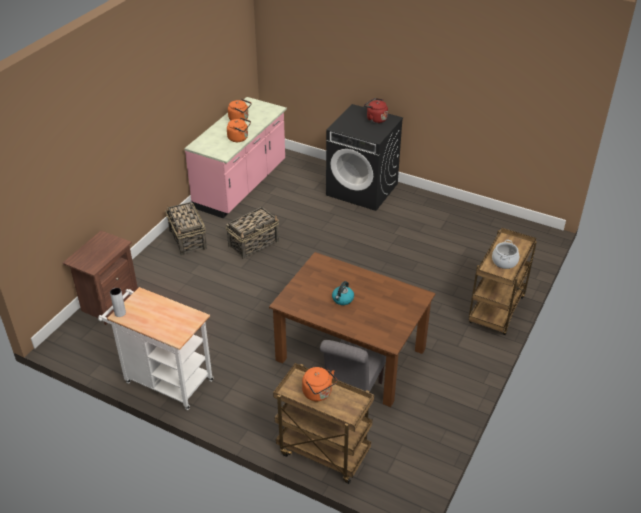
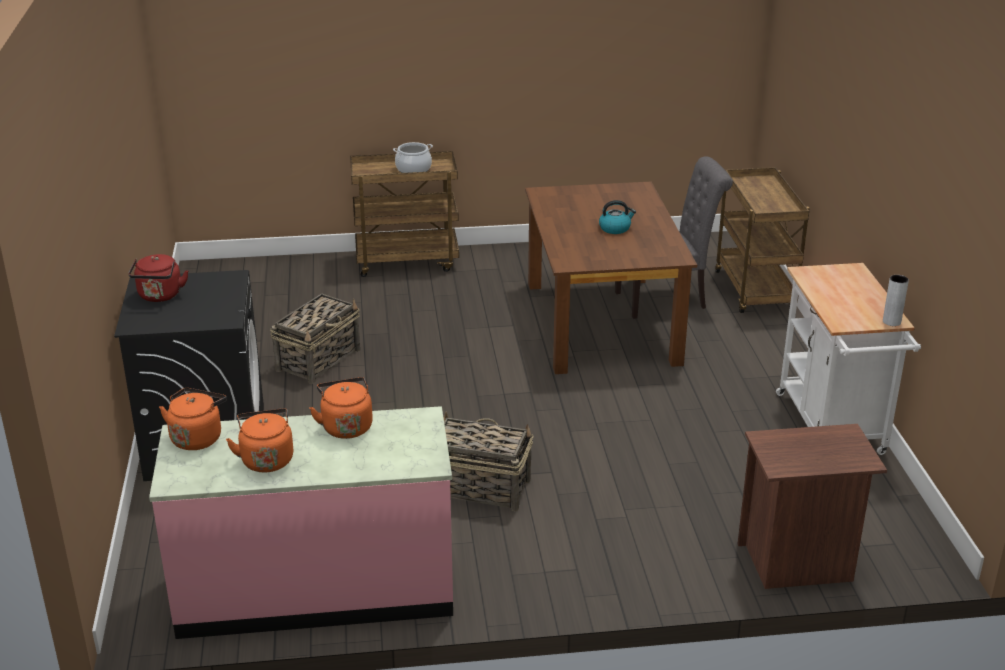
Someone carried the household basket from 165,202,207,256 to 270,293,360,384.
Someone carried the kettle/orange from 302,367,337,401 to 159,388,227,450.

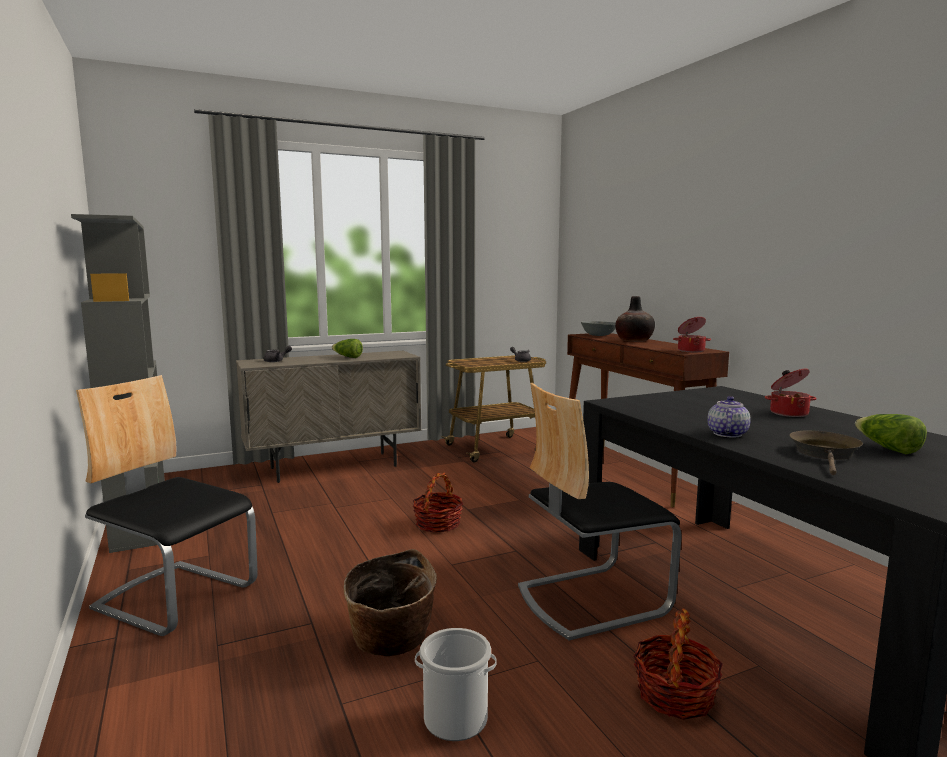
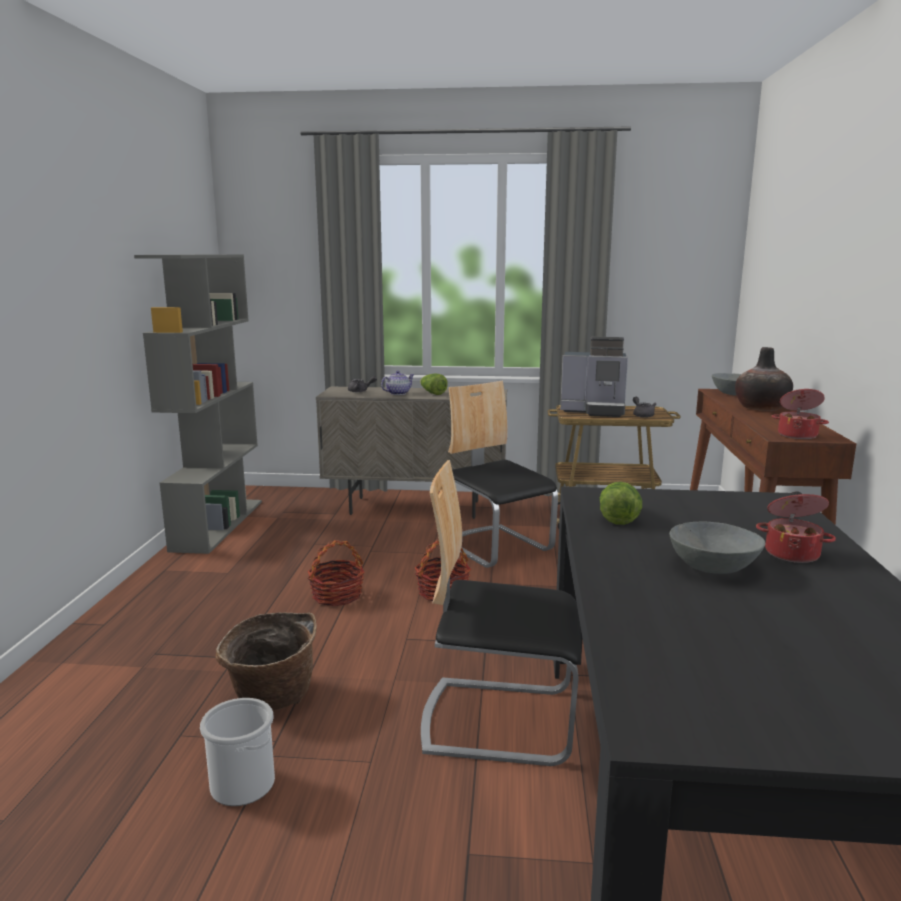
Someone carried the plain chair from 76,375,258,636 to 448,381,558,568.
Someone carried the tea pot from 707,396,751,438 to 381,370,414,395.
Someone carried the lettuce head from 855,414,927,454 to 600,482,642,525.
Someone took away the frying pan/brown at 790,430,863,475.
Someone carried the household basket from 633,609,723,720 to 307,540,365,606.
Someone put down the coffee maker at 560,337,628,417.
Someone put down the serving bowl/grey at 669,522,765,574.

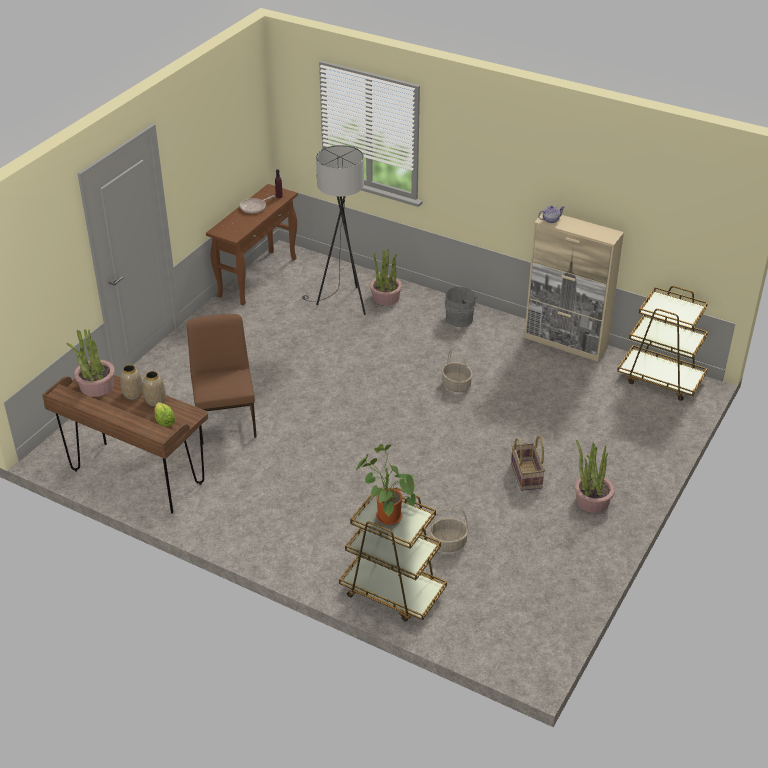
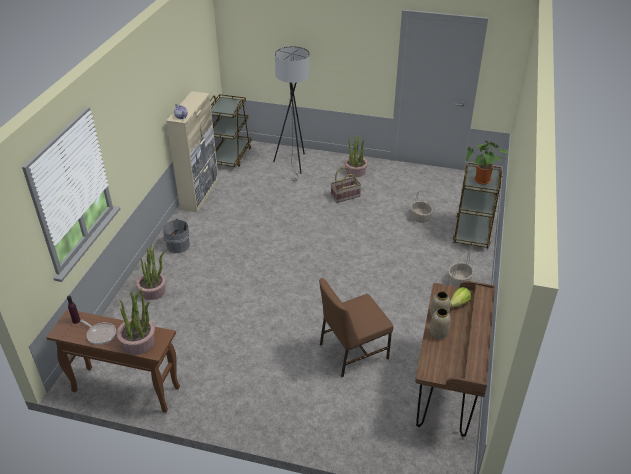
Someone carried the floor lamp/grey from 302,145,366,315 to 273,46,310,181.
Someone carried the houseplant from 67,329,115,397 to 116,288,155,354.
Someone carried the household basket from 442,348,473,392 to 448,252,474,287.

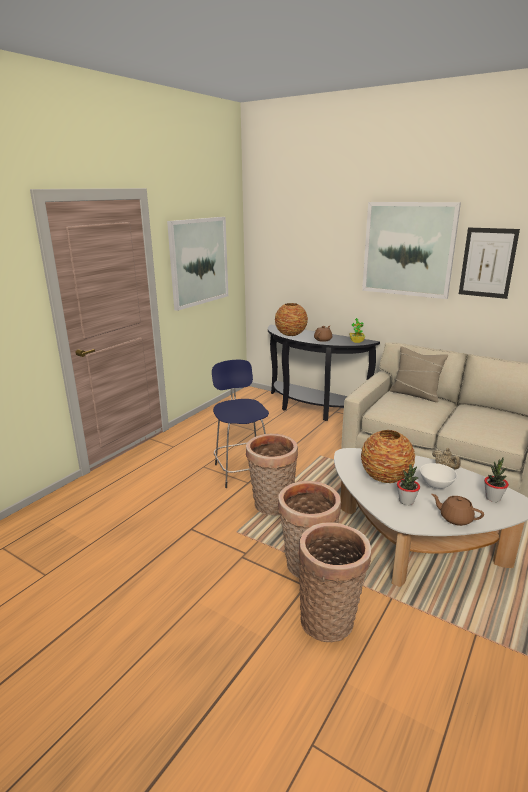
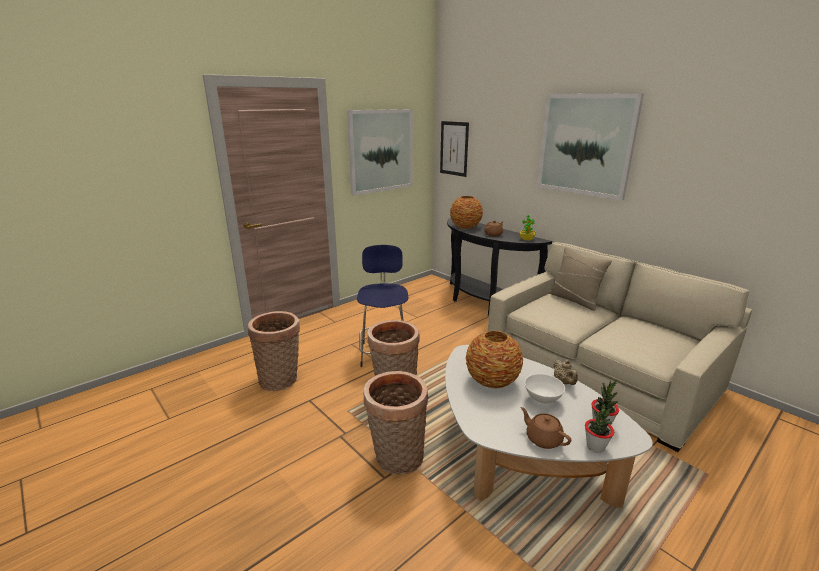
Someone carried the wall picture from 459,227,520,299 to 440,121,469,177.
Someone carried the houseplant from 397,464,420,505 to 585,404,614,453.
Someone carried the household basket from 298,522,371,642 to 248,311,300,391.

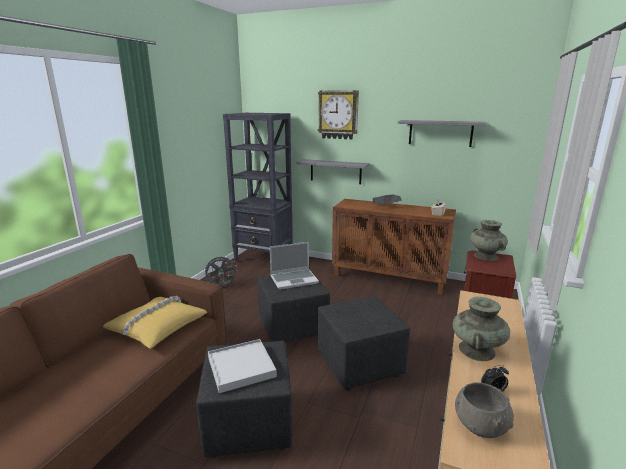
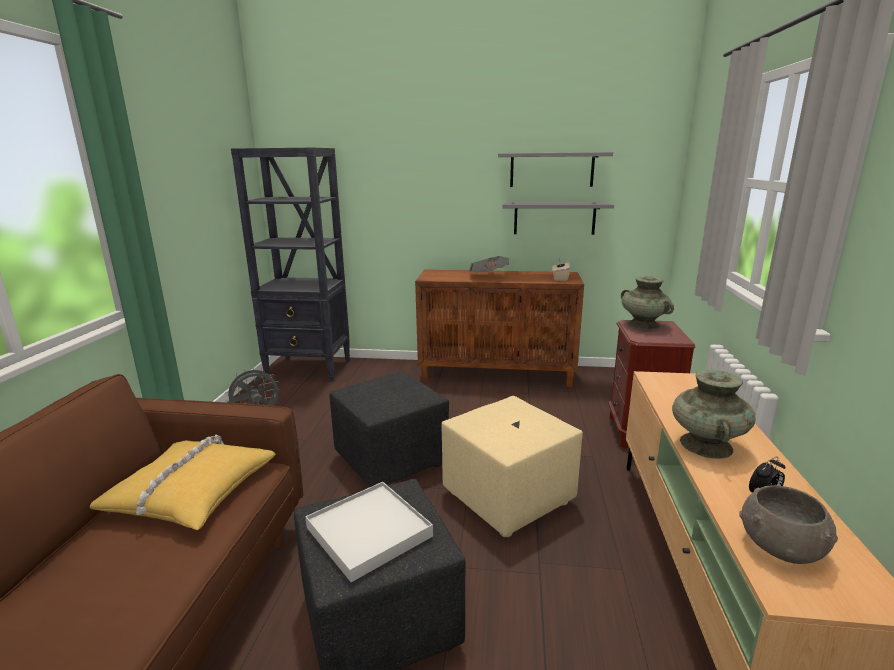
Someone took away the hanging clock at 318,90,359,140.
Someone carried the bracket shelf/grey from 297,159,370,184 to 502,202,614,235.
Someone took away the laptop at 270,242,319,290.
Someone repainted the footrest/blackish at 318,296,410,391, which became the footrest/sand-coloured at 441,396,583,537.

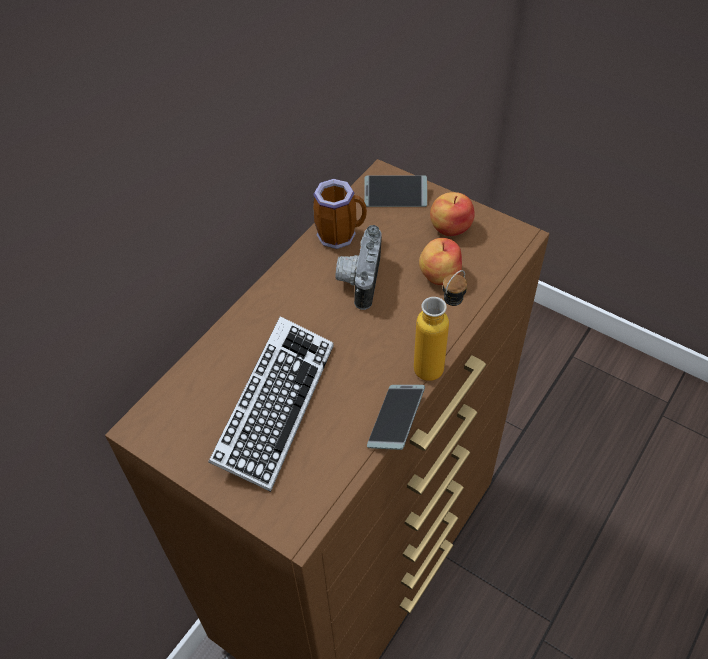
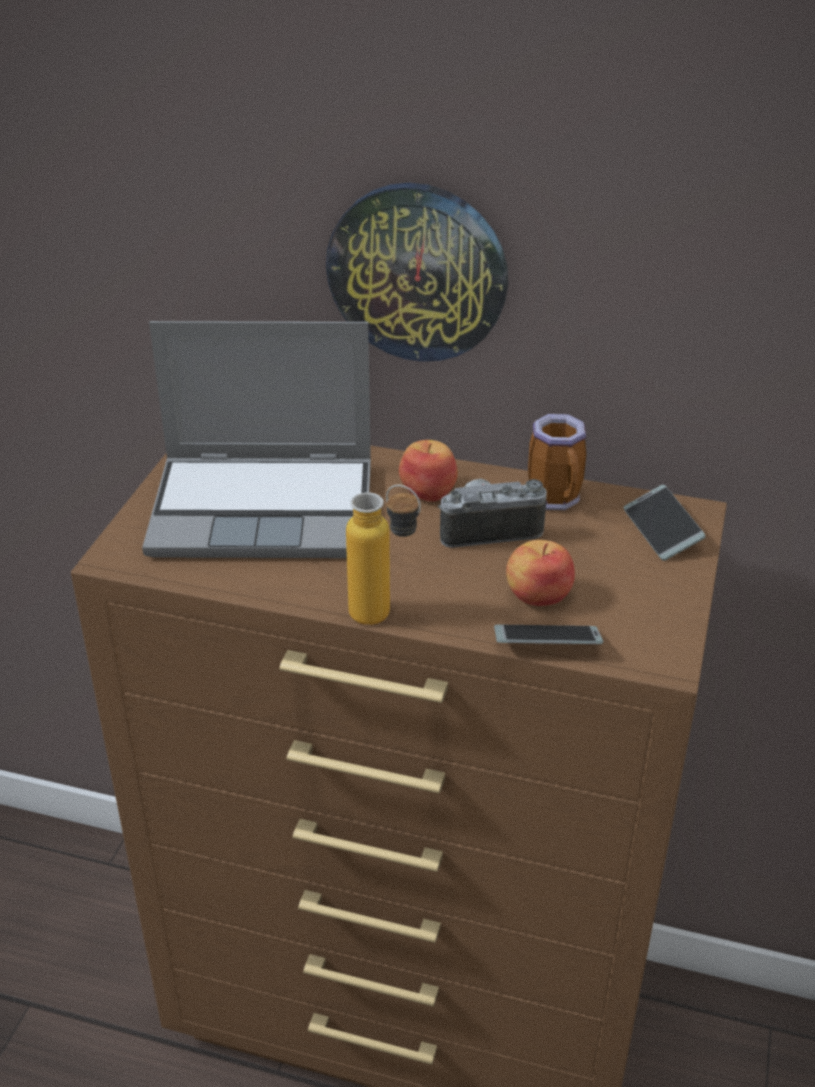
Someone carried the whole apple from 430,192,475,236 to 399,440,458,502.
Someone swapped the PC keyboard at 208,316,333,492 for the laptop at 142,321,371,558.
Someone carried the telephone from 367,385,425,450 to 494,625,603,644.
Someone put up the hanging clock at 326,183,508,362.

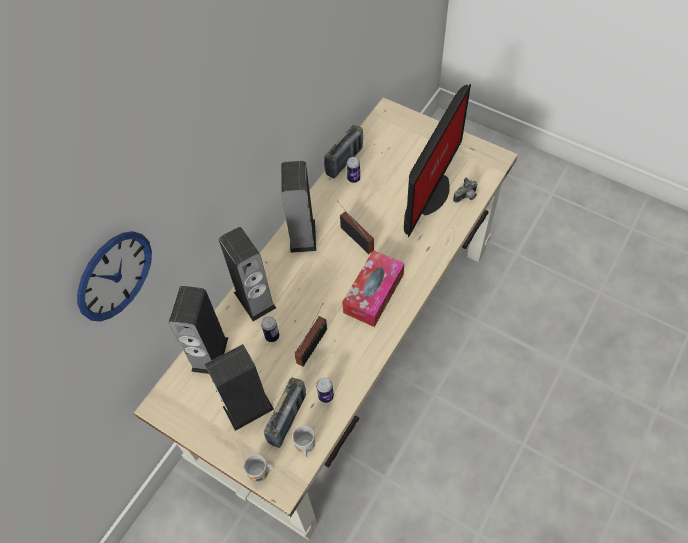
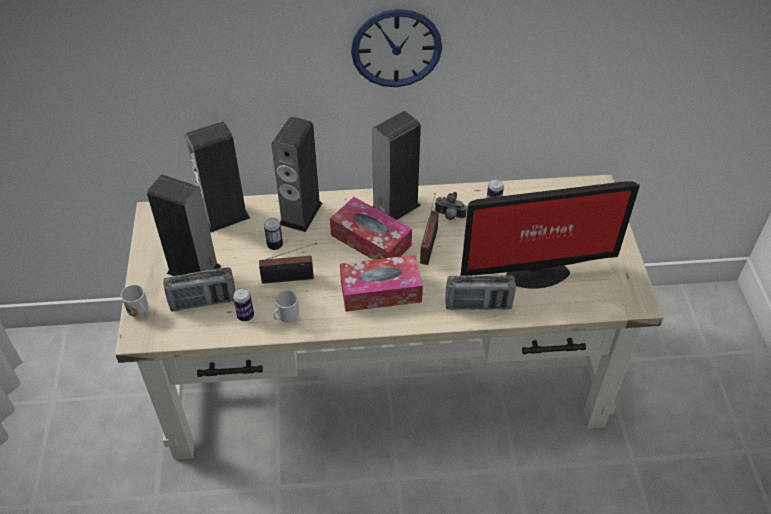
Someone carried the radio set from 324,125,363,178 to 445,275,516,310.
Someone carried the still camera from 453,177,478,203 to 435,192,467,220.
Someone carried the hanging clock from 77,231,152,322 to 351,9,442,87.
Someone carried the tea mug from 292,425,315,457 to 273,290,299,323.
Someone put down the tissue box at 330,197,412,260.

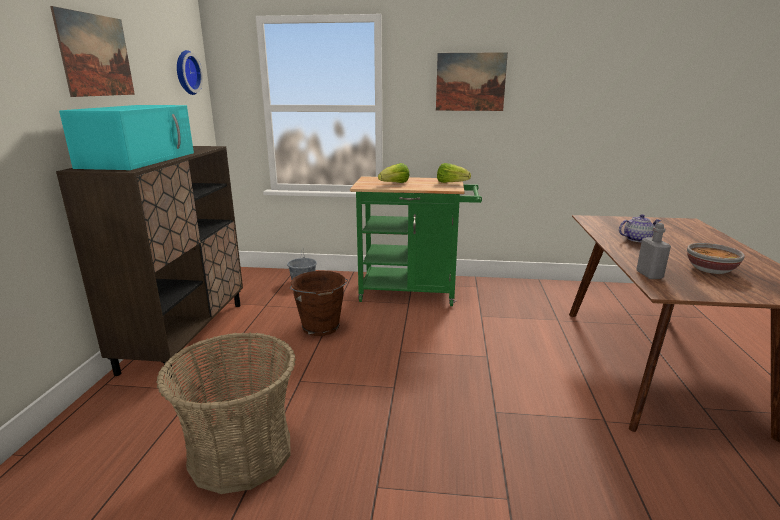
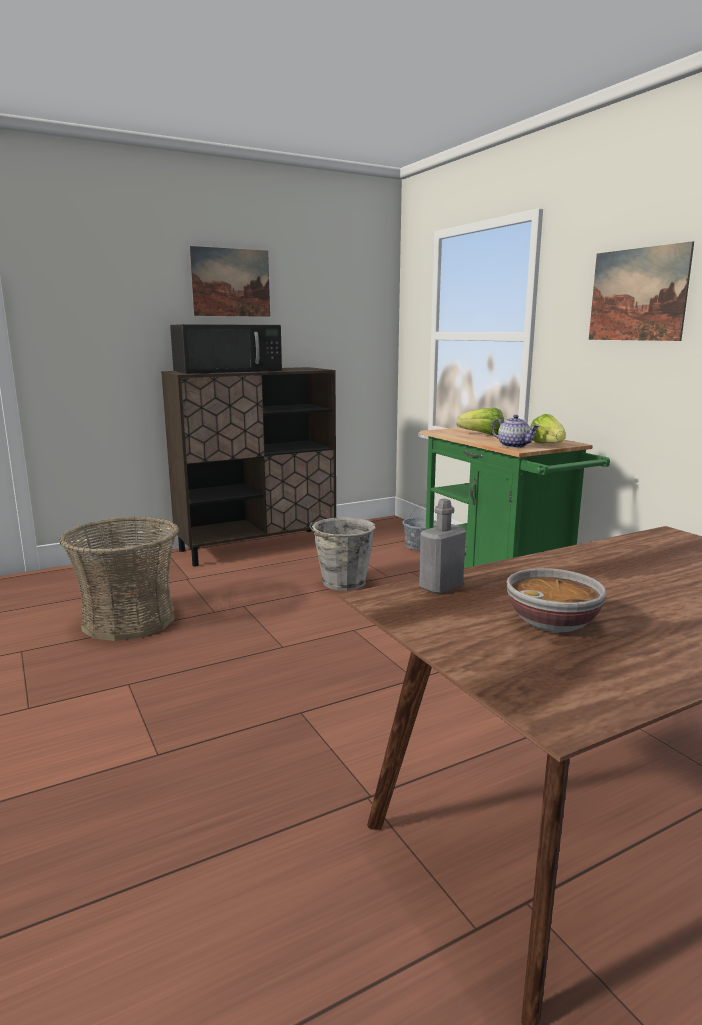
Someone took away the hanging clock at 177,50,203,95.
Someone repainted the microwave oven/blue-green at 59,105,194,170, which became the microwave oven/blackish at 170,324,282,374.
Someone carried the tea pot from 619,214,661,242 to 491,415,540,448.
Someone repainted the bucket/brown at 289,271,348,336, which became the bucket/grey at 310,517,375,591.

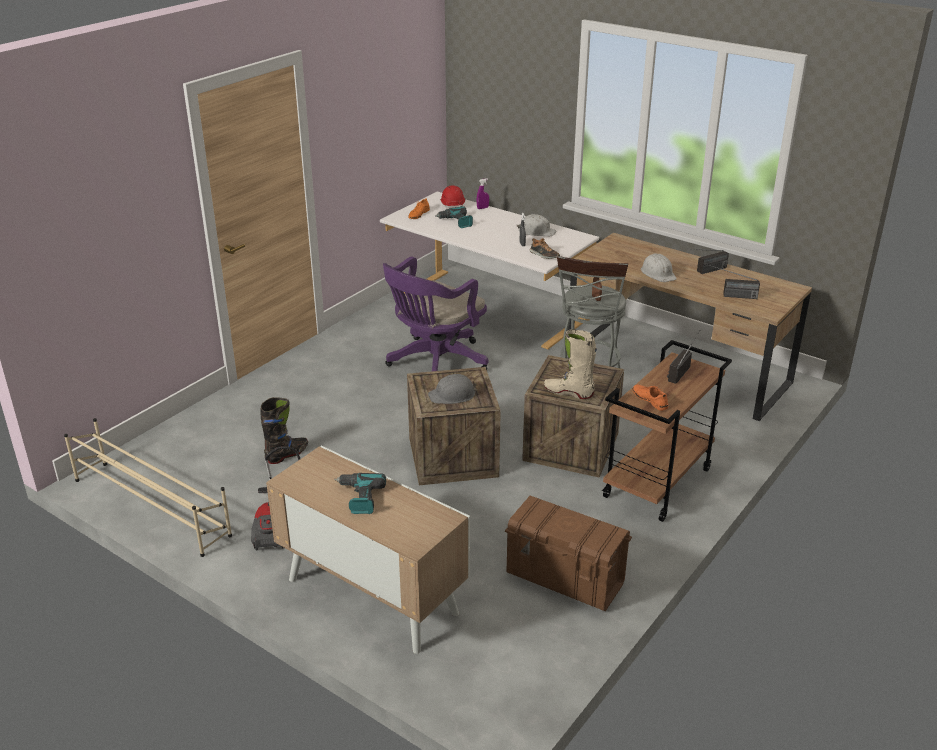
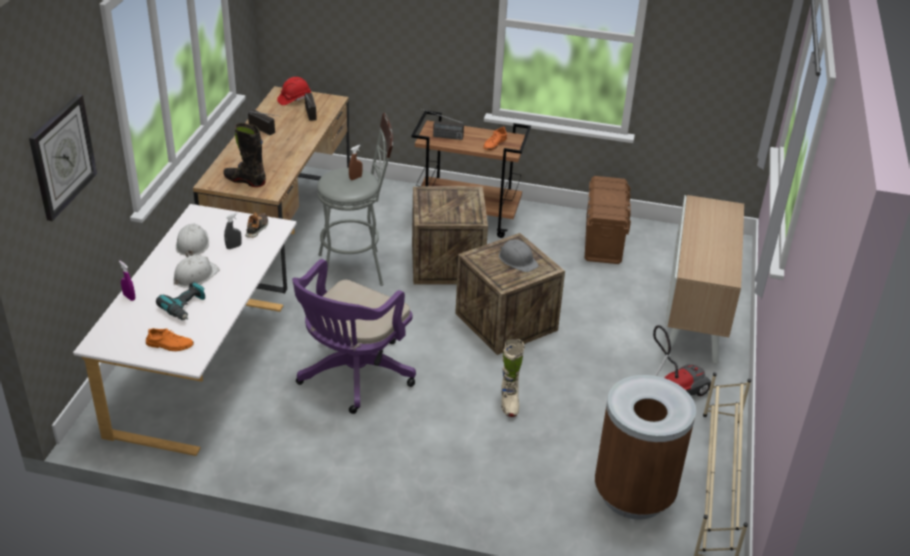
Someone carried the work helmet/red-coloured from 440,185,465,209 to 277,77,311,105.
Someone carried the work helmet/white from 641,254,677,282 to 173,255,220,287.
Someone rotated the desk chair/purple-coloured at 383,256,488,371 by 105 degrees clockwise.
Someone carried the boot/sand-coloured from 544,329,597,399 to 501,339,524,417.
Someone carried the boot/blackish from 261,397,308,464 to 223,123,266,187.
Someone took away the power drill at 334,473,386,514.
Someone put up the hanging clock at 29,94,97,221.
Someone put down the rubbish bin/brown at 595,375,696,520.

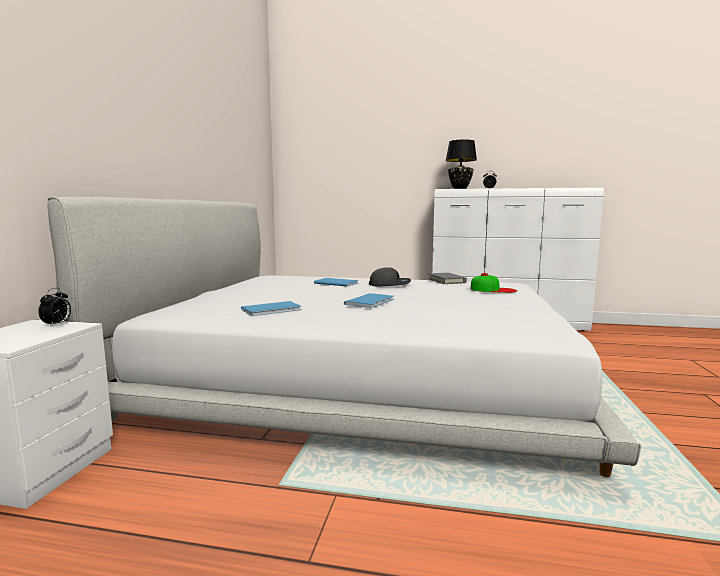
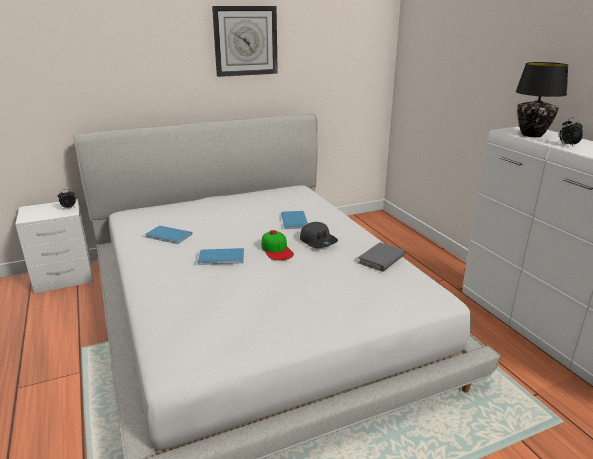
Someone carried the cap from 470,273,517,293 to 262,230,294,261.
Someone put up the hanging clock at 212,6,278,77.

